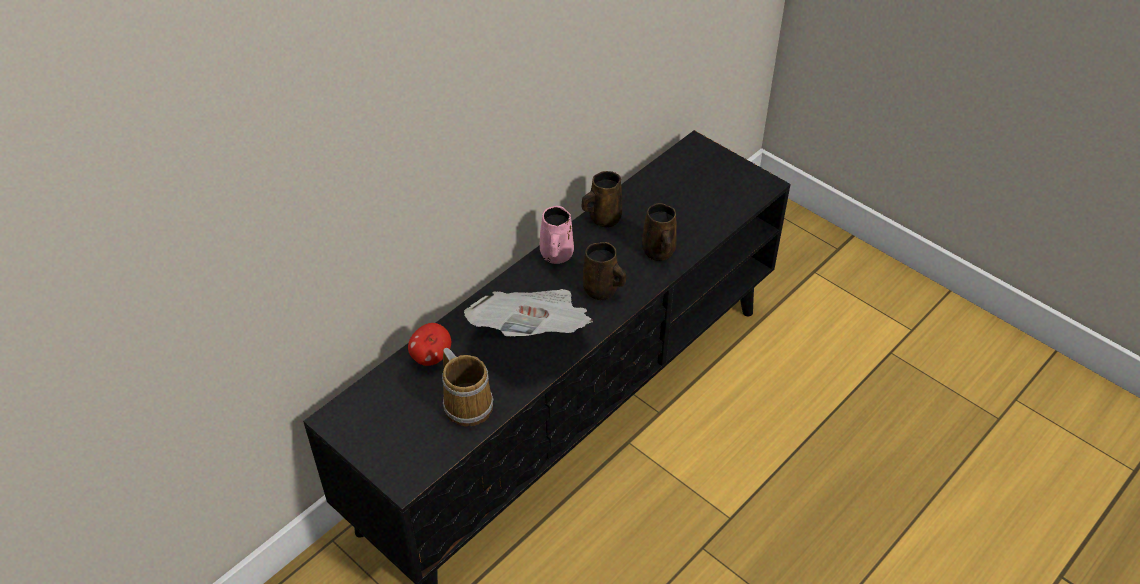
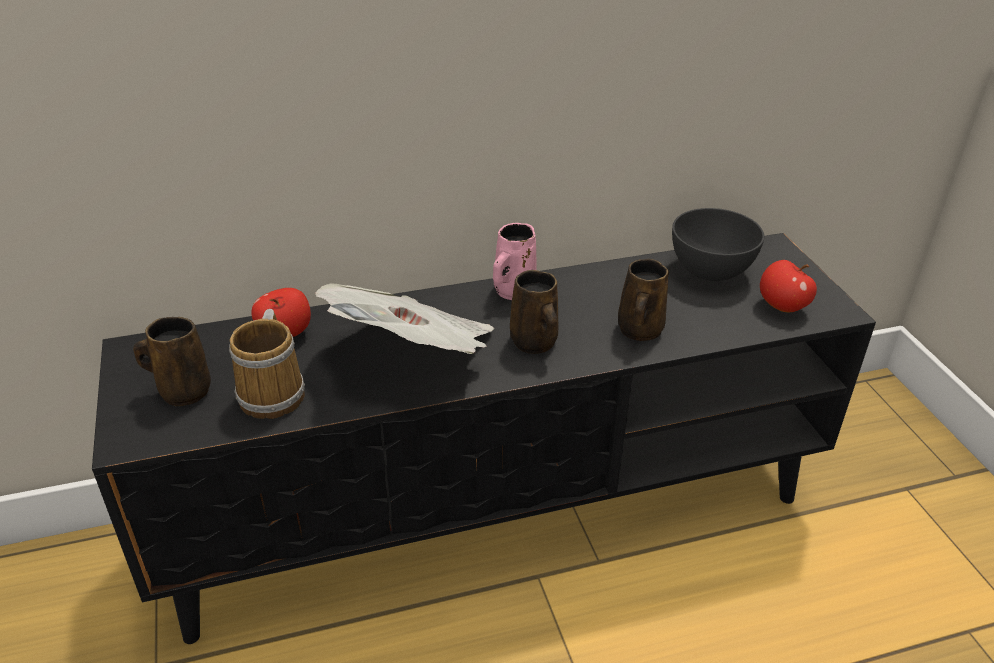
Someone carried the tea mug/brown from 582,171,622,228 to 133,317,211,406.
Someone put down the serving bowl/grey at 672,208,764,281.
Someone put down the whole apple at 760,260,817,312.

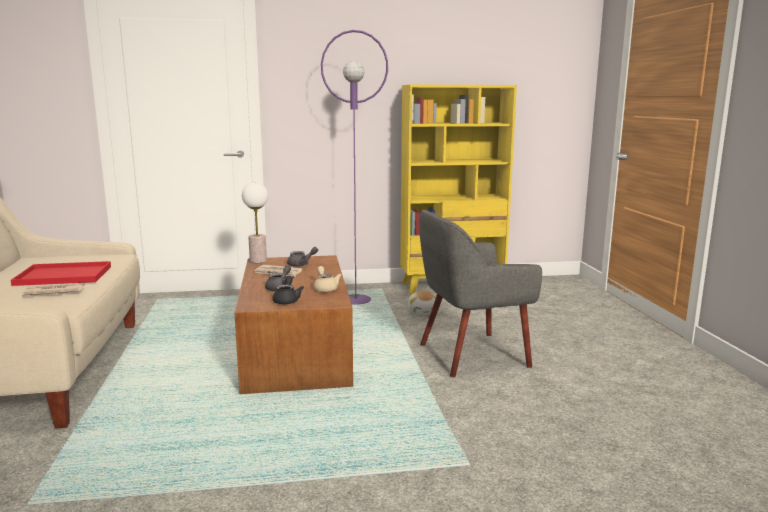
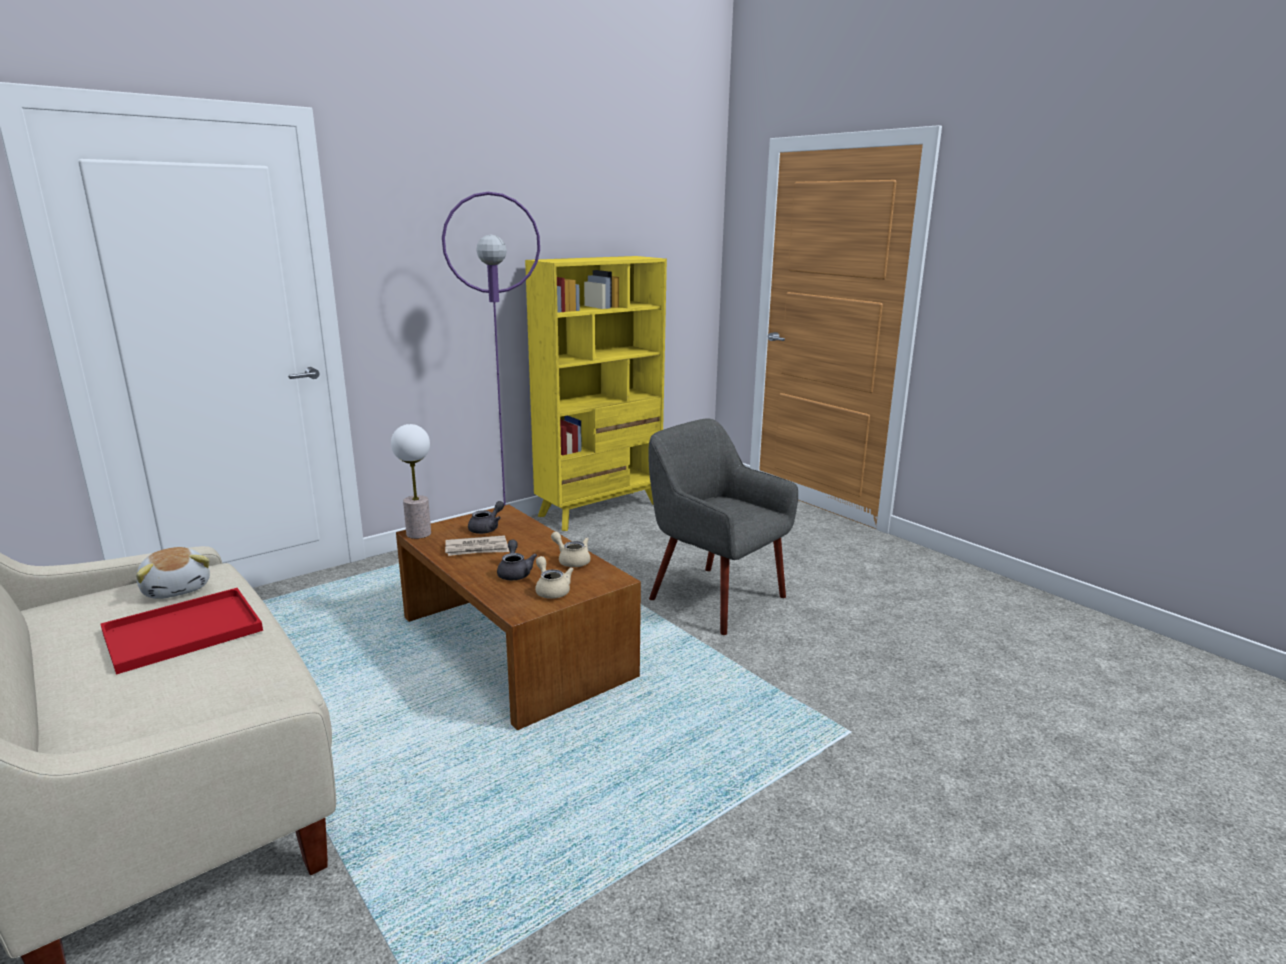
Someone rotated the easy chair/grey at 419,210,542,377 by 90 degrees clockwise.
Someone repainted the tea pot/blackish at 272,276,304,304, which became the tea pot/sand-coloured at 535,556,574,599.
Someone took away the newspaper at 22,283,85,296.
Someone carried the plush toy from 408,291,440,315 to 136,547,210,599.

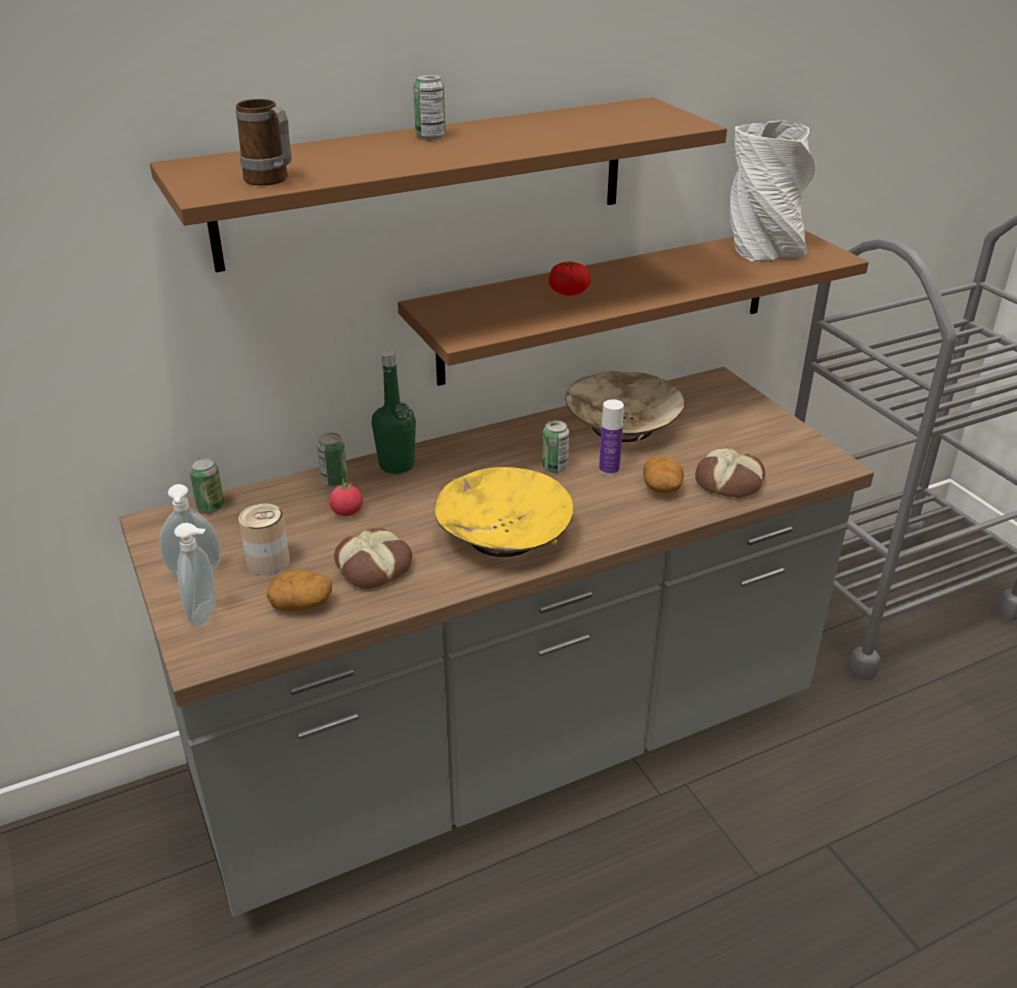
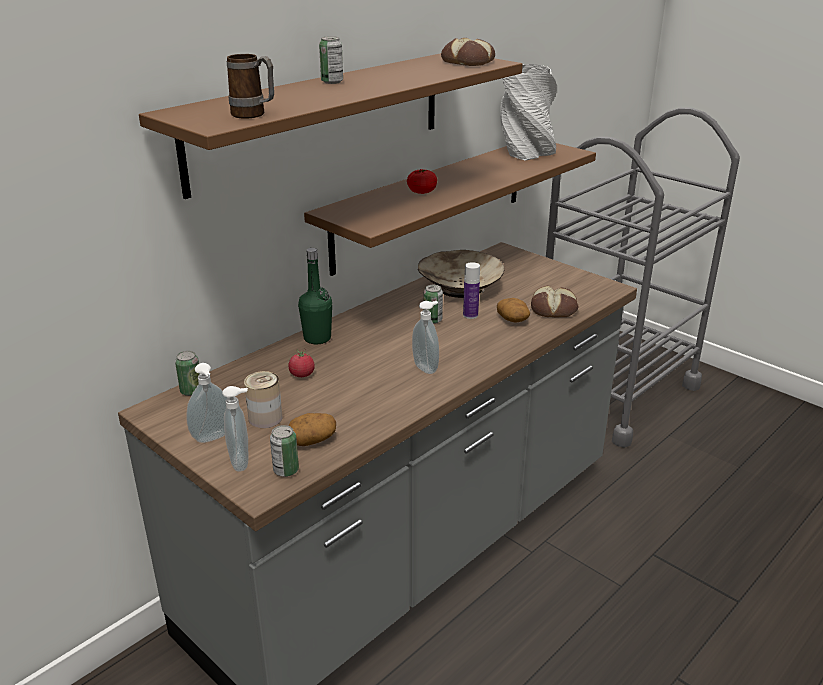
Someone carried the metal can from 317,433,348,486 to 270,425,299,477.
Someone swapped the serving bowl/yellowish at 434,467,573,557 for the soap dispenser at 412,301,439,374.
Someone carried the baked bread from 334,528,412,589 to 441,38,495,66.

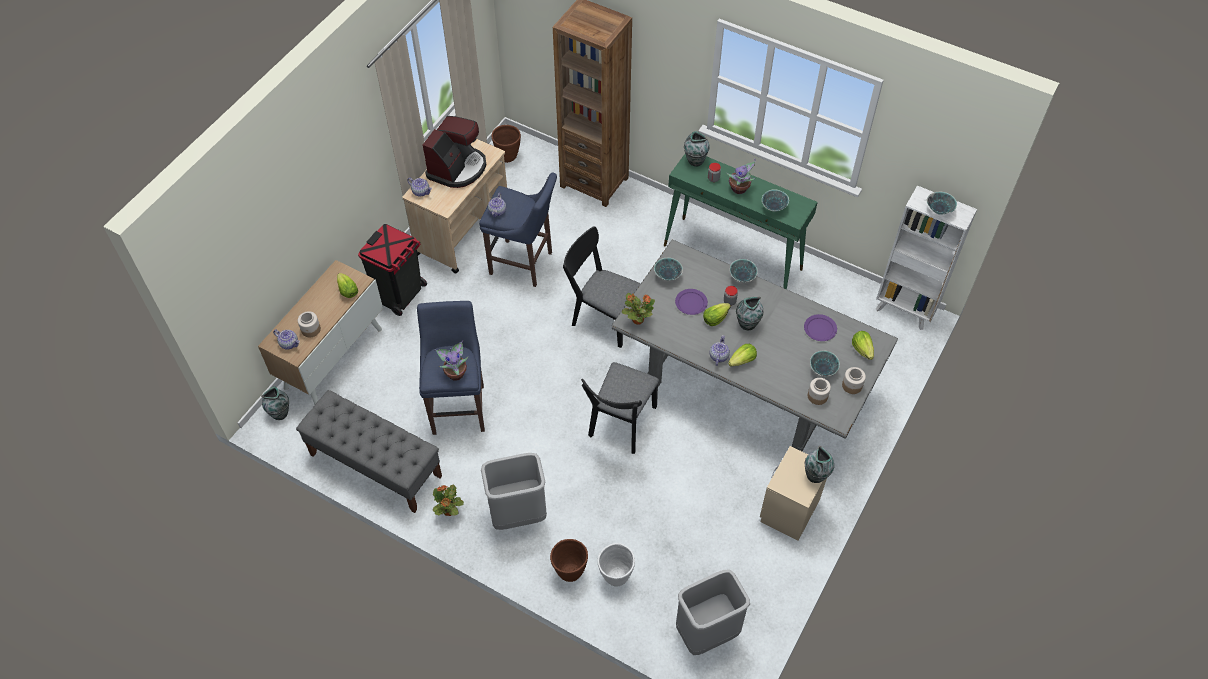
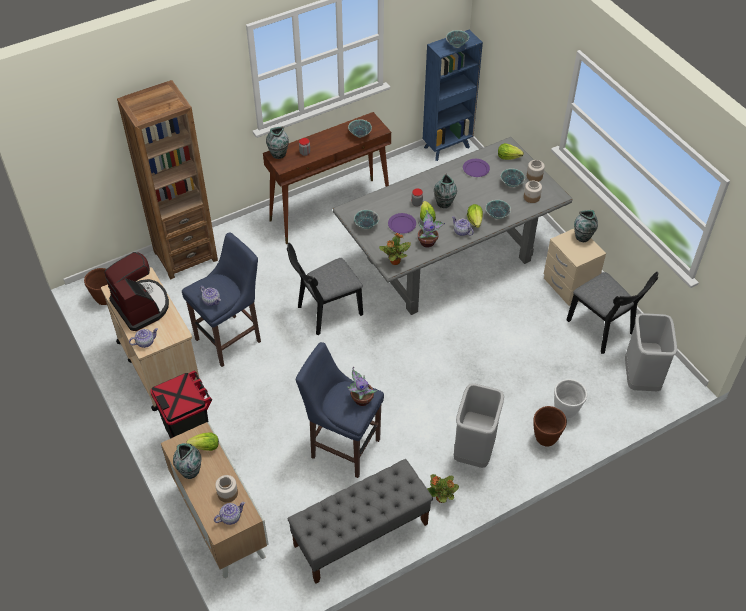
Someone repainted the console table/greenish at 664,154,818,289, which became the console table/brown at 263,112,391,244.
Someone carried the houseplant from 726,159,755,194 to 418,210,445,248.
Someone repainted the bookcase/white at 876,186,977,330, which became the bookcase/blue-coloured at 423,30,483,161.
Someone carried the serving bowl from 730,259,758,282 to 486,200,511,219.
Someone carried the plain chair/blackish from 581,362,659,454 to 567,272,659,354.
Someone carried the vase from 261,386,289,420 to 173,443,202,479.

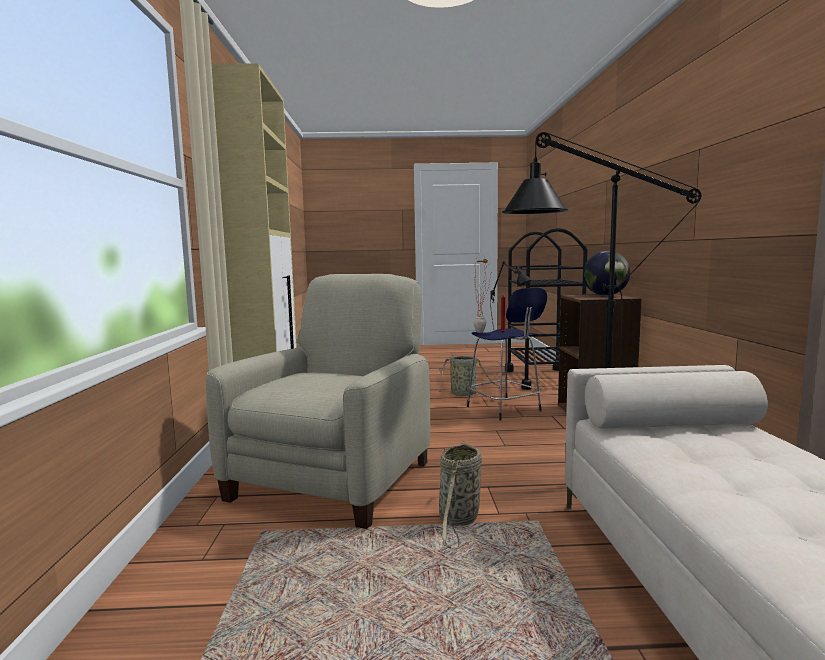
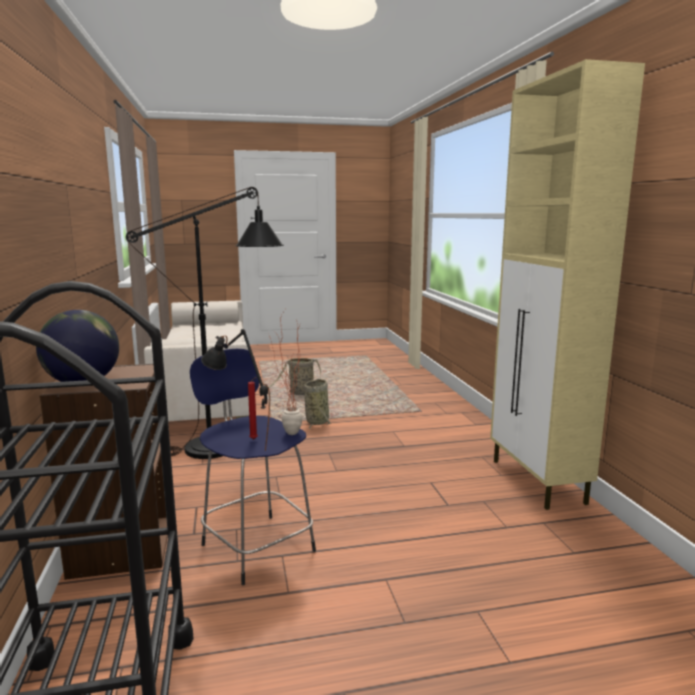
Someone took away the easy chair/sand-coloured at 206,274,430,529.
Someone carried the household basket from 437,356,499,396 to 268,358,321,395.

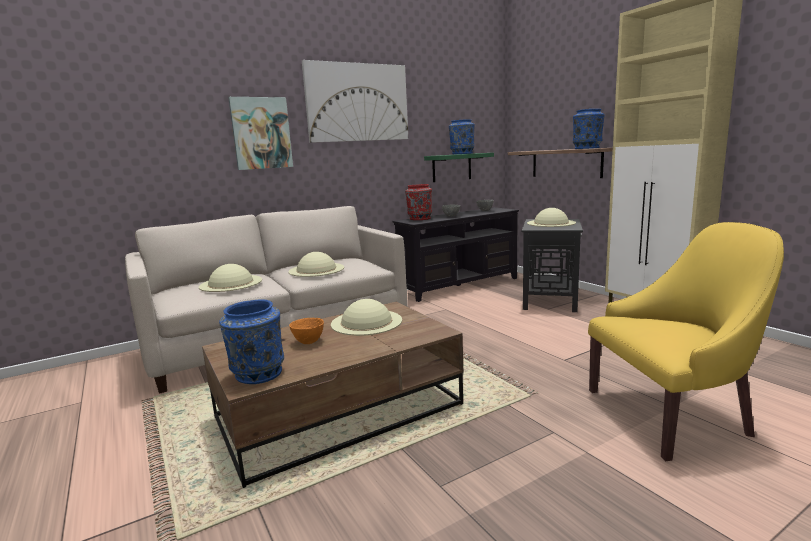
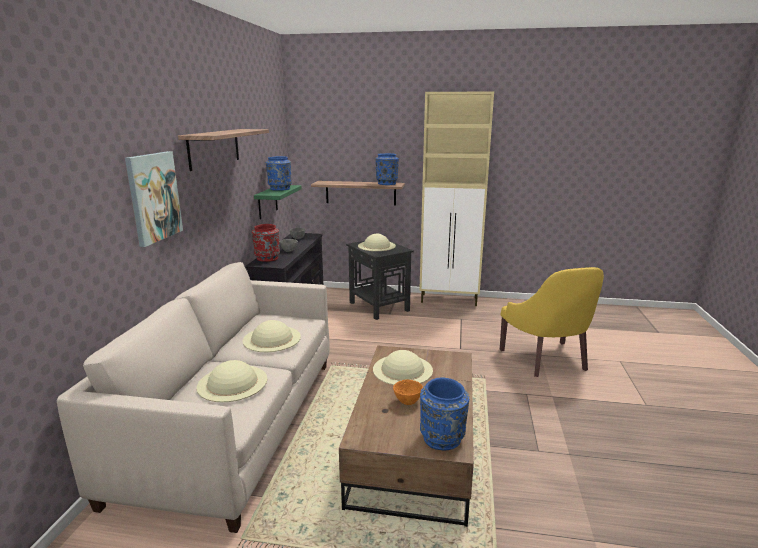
Someone swapped the wall picture at 302,60,408,143 for the bracket shelf at 178,129,269,171.
Someone rotated the easy chair/yellowish at 588,222,784,461 by 135 degrees clockwise.

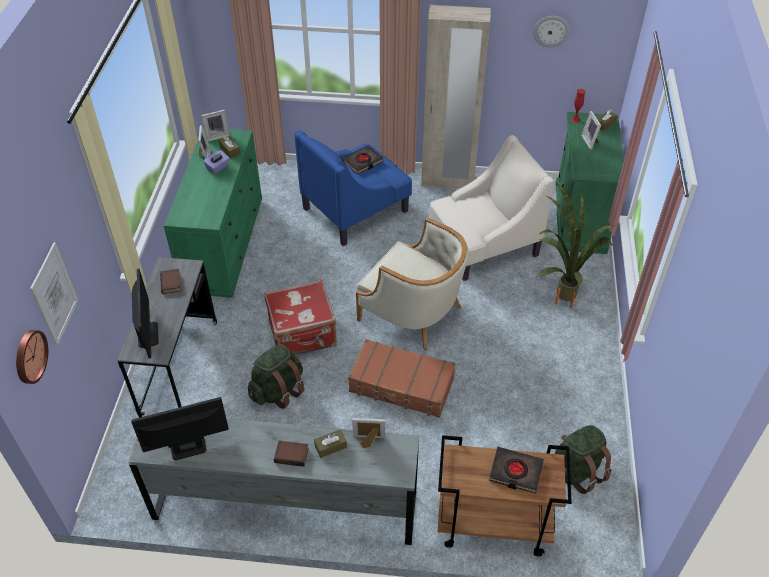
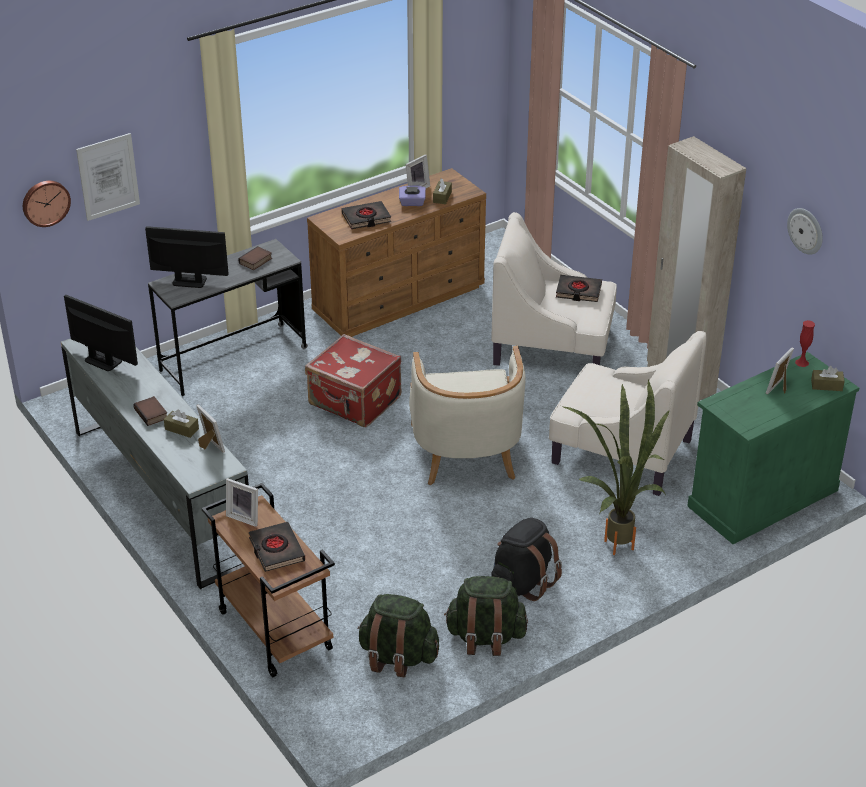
Someone carried the standing frame from 201,110,230,142 to 226,478,258,527.
Someone repainted the chest of drawers/greenish at 164,127,262,298, which became the chest of drawers/brown at 307,168,486,337.
Someone repainted the easy chair/blue-coloured at 295,131,412,246, which became the easy chair/sand-coloured at 491,212,617,366.
Someone rotated the computer screen at 132,269,159,358 by 120 degrees counterclockwise.
Someone took away the piece of luggage/brown at 348,339,456,418.
Someone carried the backpack/greenish from 248,344,304,409 to 444,576,528,656.
Someone put down the bound book/blackish at 341,201,391,229.
Someone put down the backpack/blackish at 491,517,562,601.

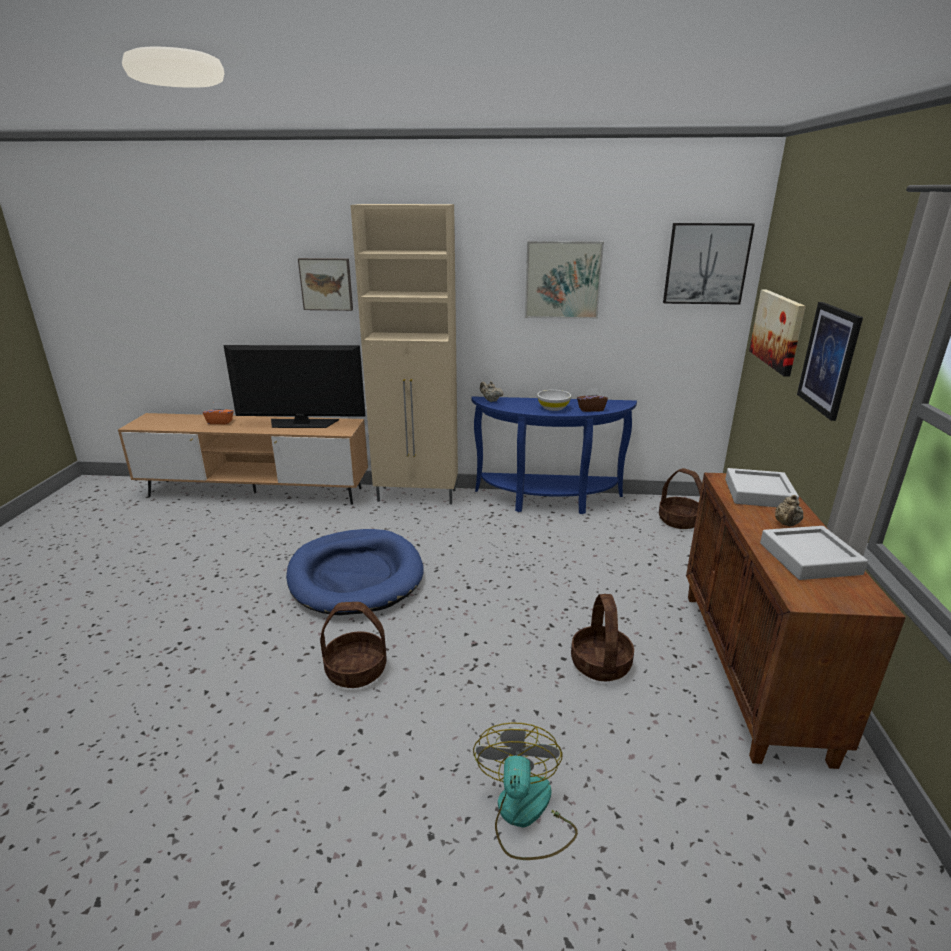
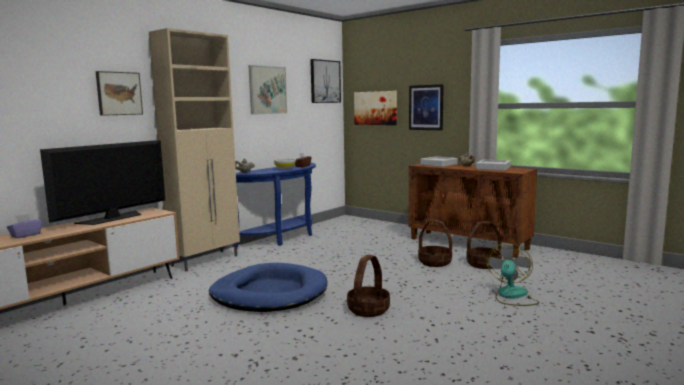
Someone repainted the tissue box/orange at 203,403,234,424, which became the tissue box/purple-coloured at 7,214,42,238.
Someone carried the household basket from 659,468,702,529 to 466,221,502,269.
Someone rotated the electric fan at 473,723,578,860 by 75 degrees clockwise.

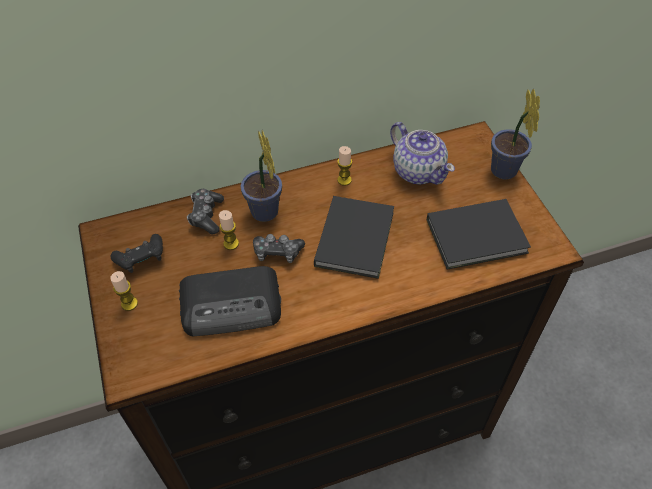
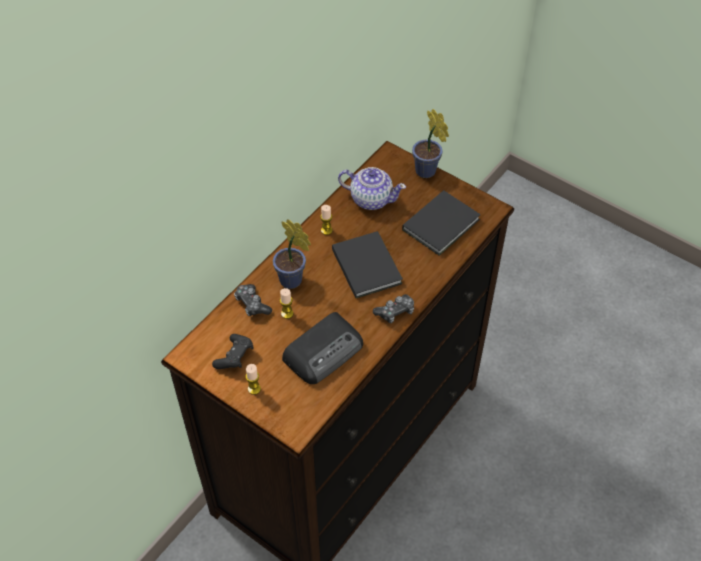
Someone carried the gamepad from 253,234,305,263 to 373,294,414,323.

